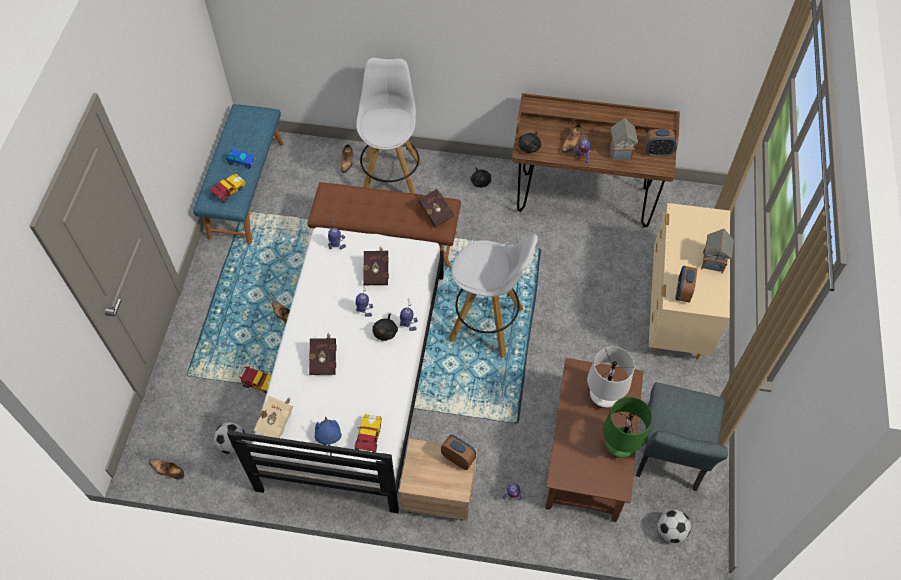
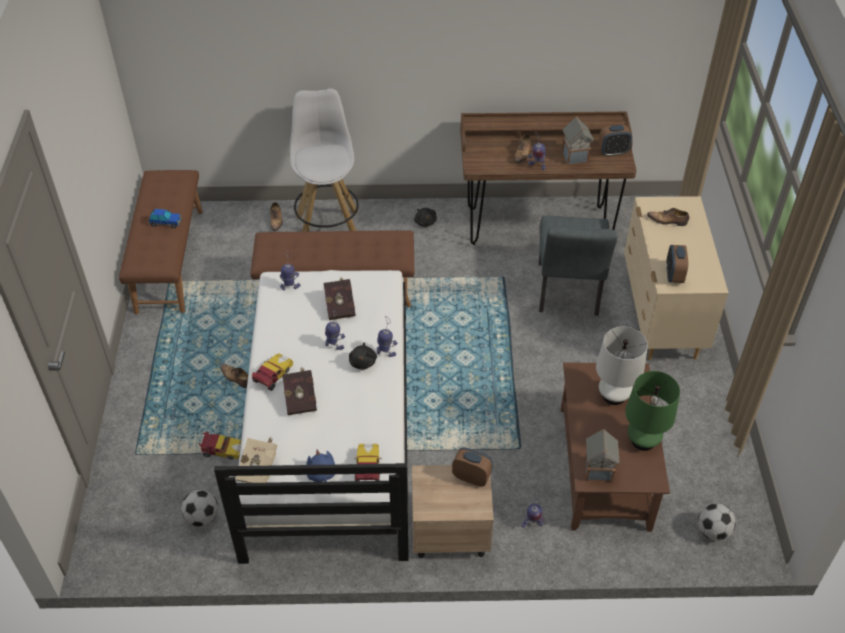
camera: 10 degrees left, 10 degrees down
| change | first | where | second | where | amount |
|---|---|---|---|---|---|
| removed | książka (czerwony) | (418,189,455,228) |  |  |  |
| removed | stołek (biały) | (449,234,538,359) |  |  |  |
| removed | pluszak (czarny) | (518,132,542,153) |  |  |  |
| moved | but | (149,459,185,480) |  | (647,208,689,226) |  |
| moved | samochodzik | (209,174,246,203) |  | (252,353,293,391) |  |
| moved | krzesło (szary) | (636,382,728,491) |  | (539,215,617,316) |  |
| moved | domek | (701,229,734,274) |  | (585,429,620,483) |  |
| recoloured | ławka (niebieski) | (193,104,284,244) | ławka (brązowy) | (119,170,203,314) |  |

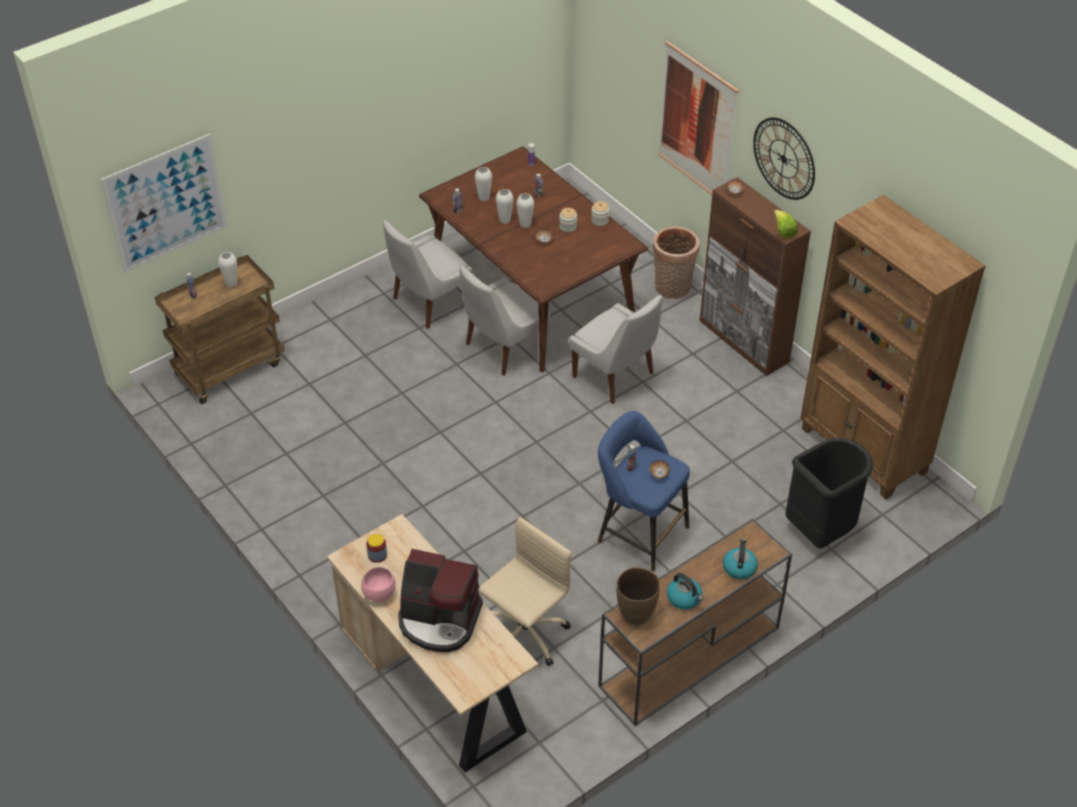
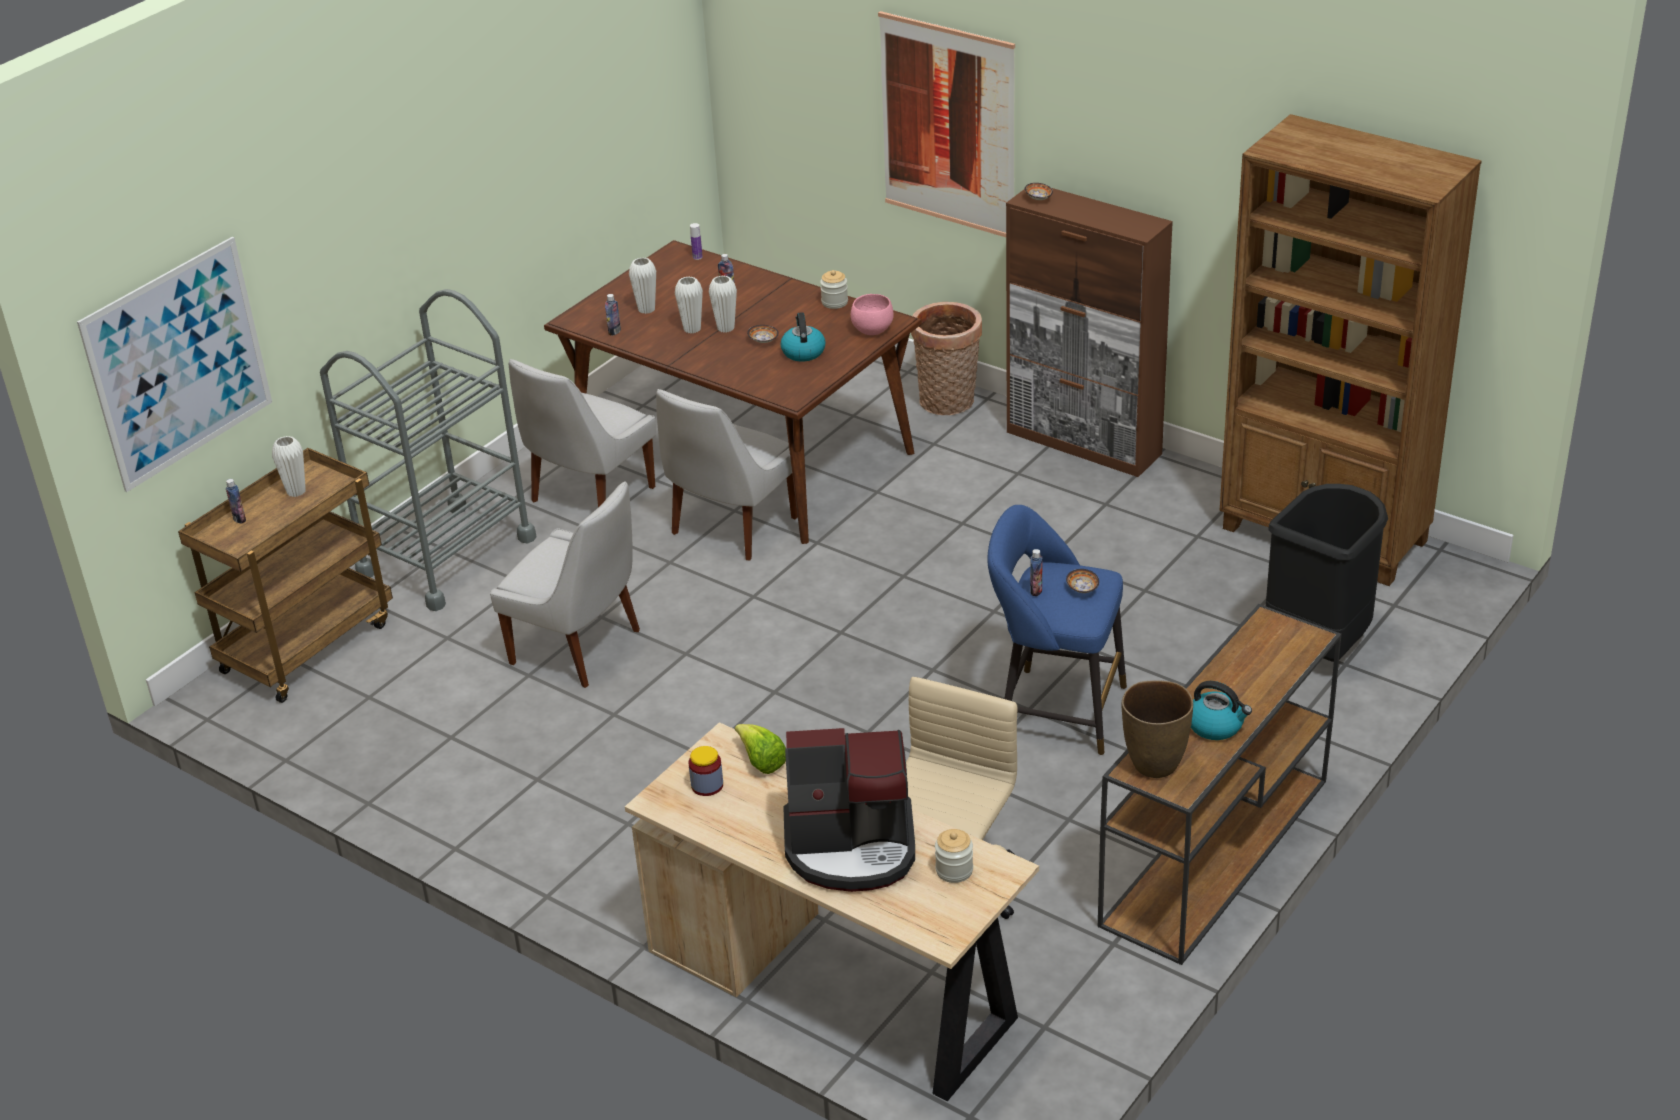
camera: 15 degrees left, 10 degrees down
| change | first | where | second | where | amount |
|---|---|---|---|---|---|
| removed | zegar ścienny | (753,117,815,200) |  |  |  |
| added |  |  | wózek (szary) | (320,289,536,611) |  |
| moved | miska (różowy) | (361,567,396,602) |  | (851,294,894,335) |  |
| moved | słoik | (559,208,577,233) |  | (935,829,973,883) |  |
| moved | krzesło (biały) | (569,295,663,404) |  | (490,481,640,688) |  |
| moved | czajnik | (723,539,758,579) |  | (781,312,825,362) |  |
| moved | sałata | (774,210,798,239) |  | (735,724,786,774) |  |

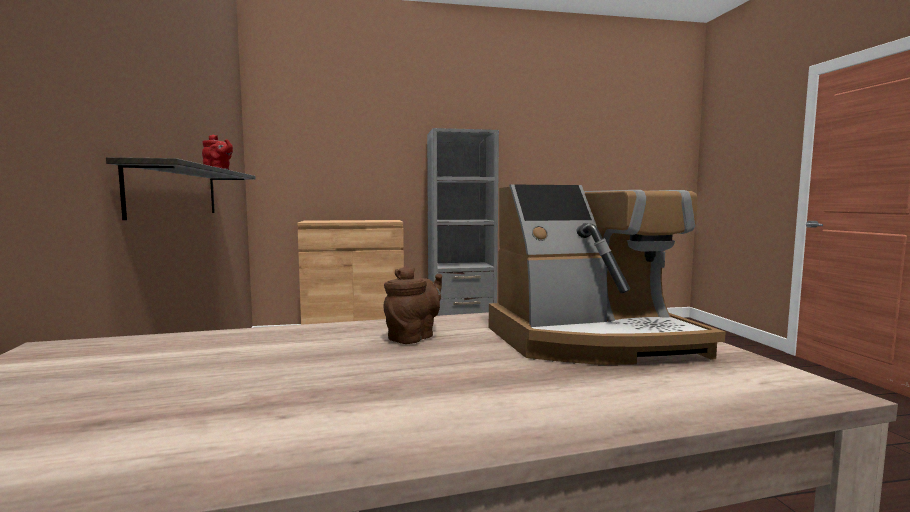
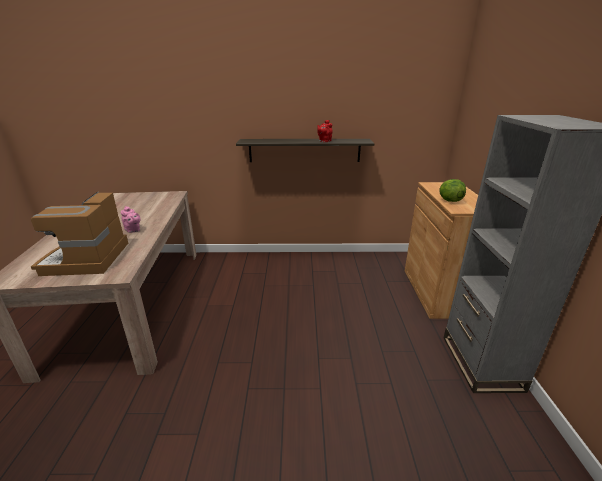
camera: 100 degrees right, 20 degrees up
| change | first | where | second | where | amount |
|---|---|---|---|---|---|
| added |  |  | sałata | (440,179,466,202) |  |
| recoloured | imbryk (brązowy) | (383,267,442,344) | imbryk (różowy) | (121,206,141,233) |  |

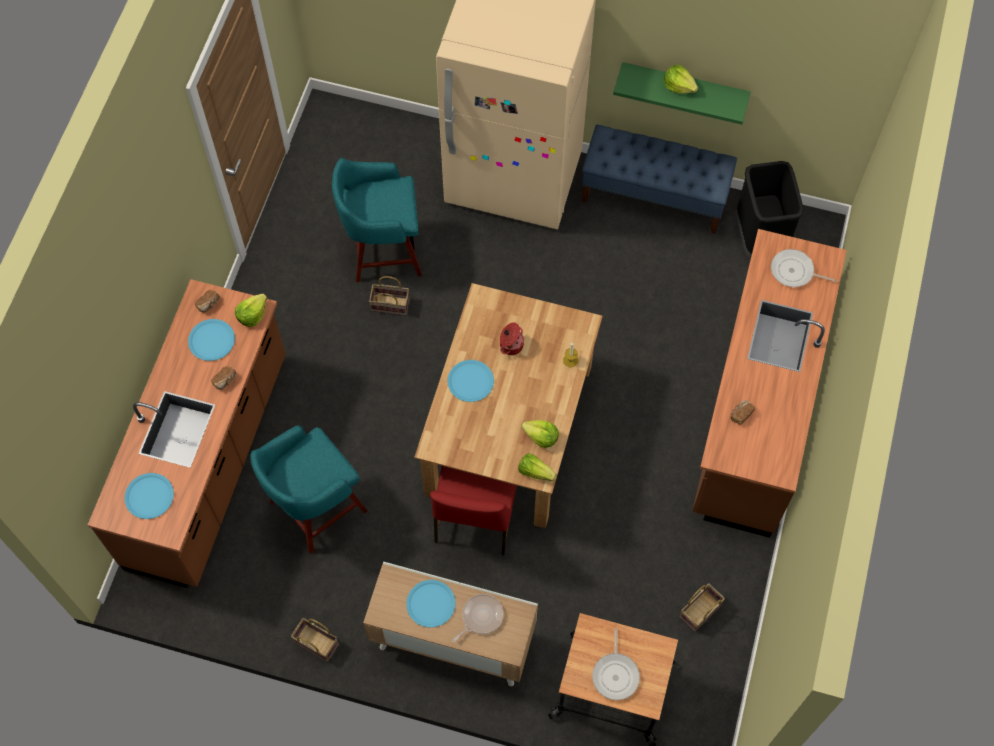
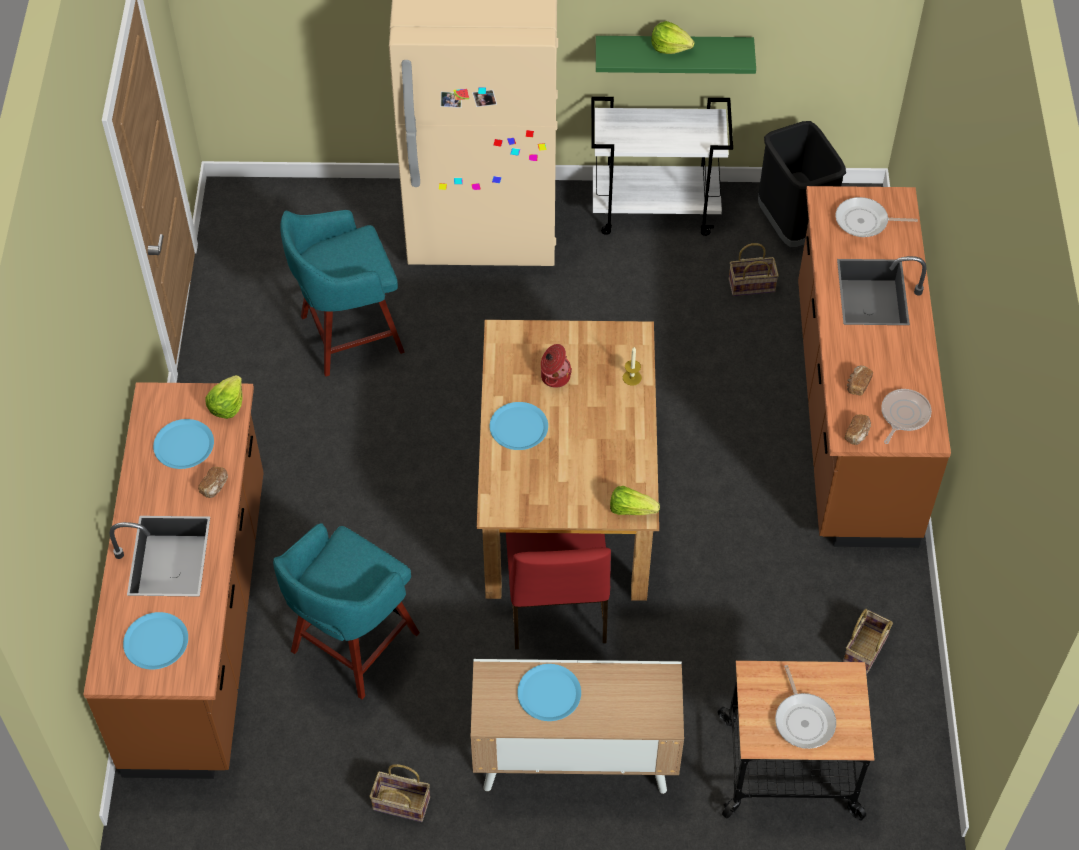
camera: 15 degrees left, 10 degrees down
| change | first | where | second | where | amount |
|---|---|---|---|---|---|
| removed | sałata | (521,420,559,448) |  |  |  |
| moved | chleb | (195,290,220,313) |  | (845,414,871,445) |  |
| moved | koszyk | (369,276,409,316) |  | (729,243,779,296) |  |
| moved | patelnia | (452,594,504,643) |  | (881,389,932,444) |  |
| replaced | ławka (niebieski) | (582,125,737,234) | wózek (biały) | (591,96,733,236) |  |

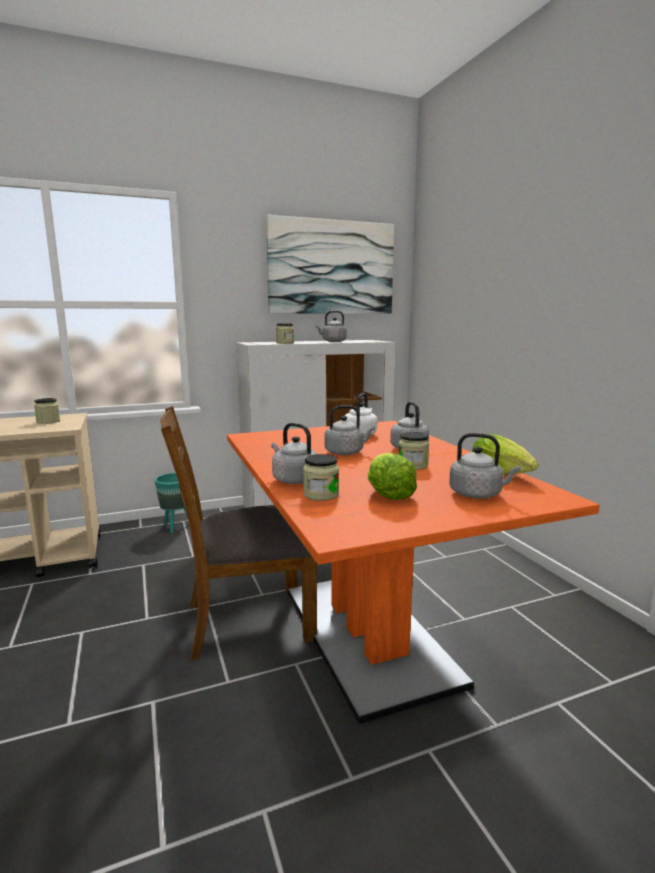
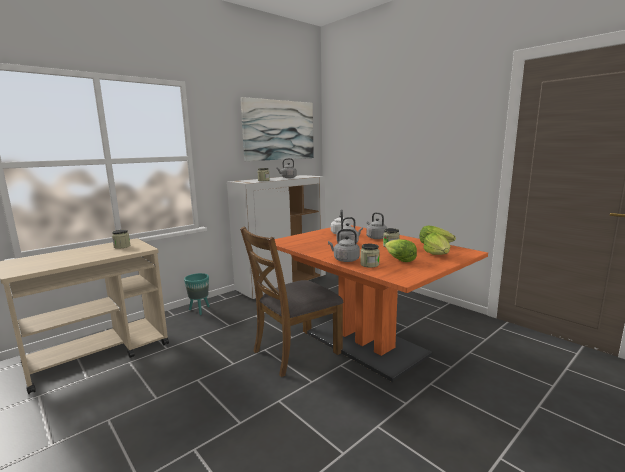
camera: 20 degrees left, 0 degrees up
| change | first | where | second | where | amount |
|---|---|---|---|---|---|
| replaced | czajnik (szary) | (449,433,521,499) | sałata | (423,232,450,255) |  |

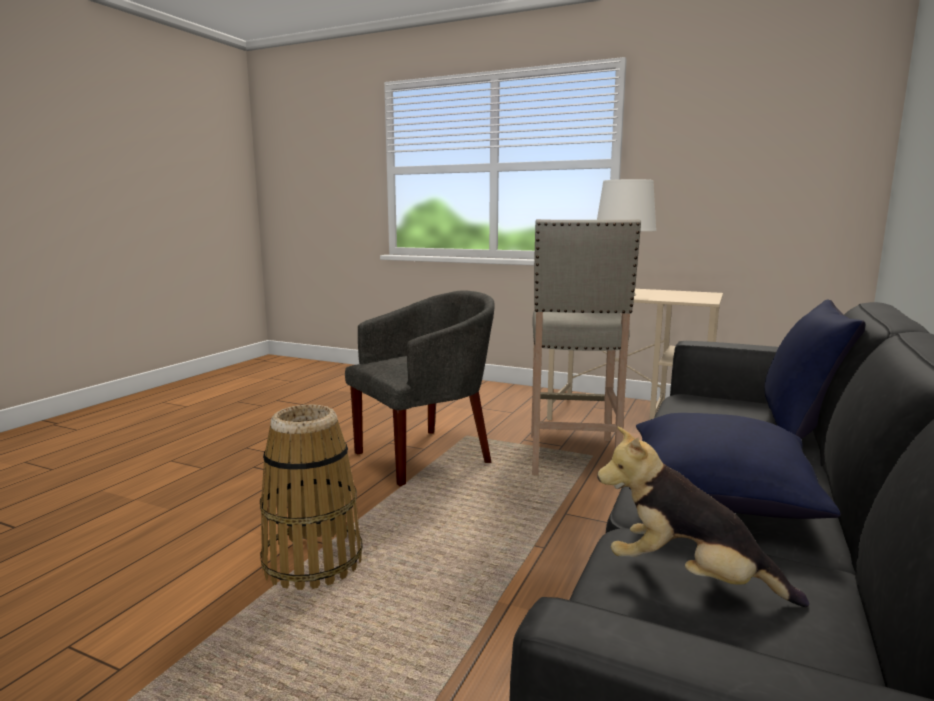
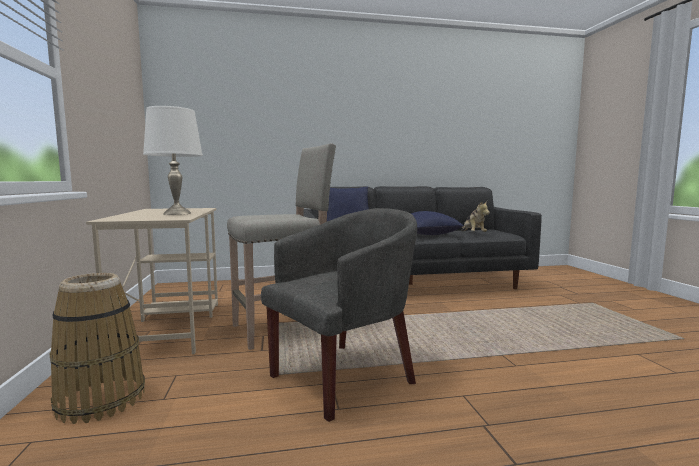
camera: 125 degrees left, 5 degrees down
| change | first | where | second | where | amount |
|---|---|---|---|---|---|
| moved | koszyk | (260,405,363,590) |  | (49,273,145,424) |  |
| turned | fotel (szary) | (345,290,495,487) |  | (261,208,417,422) | 120 degrees clockwise |

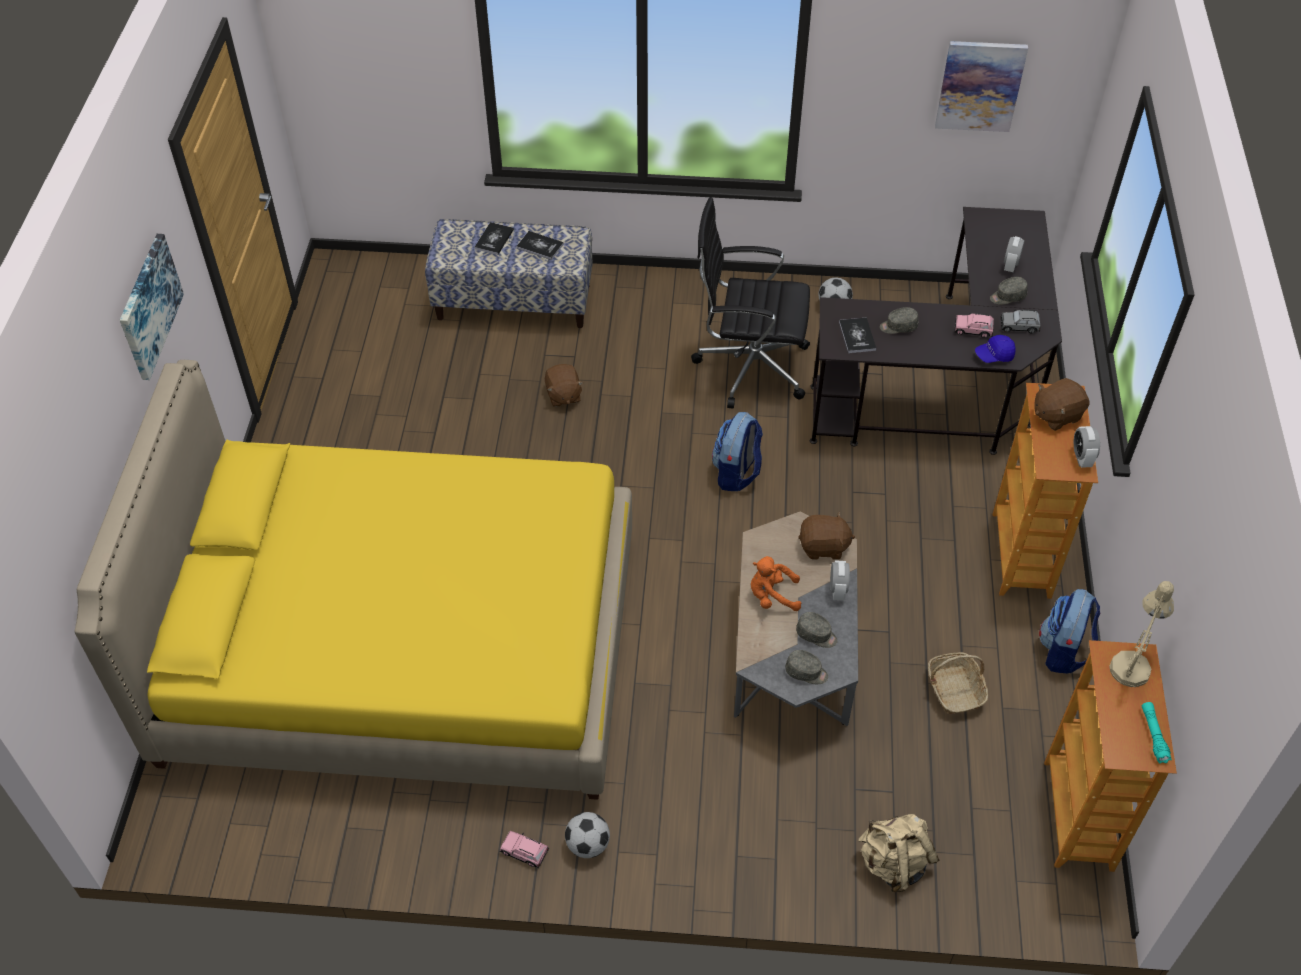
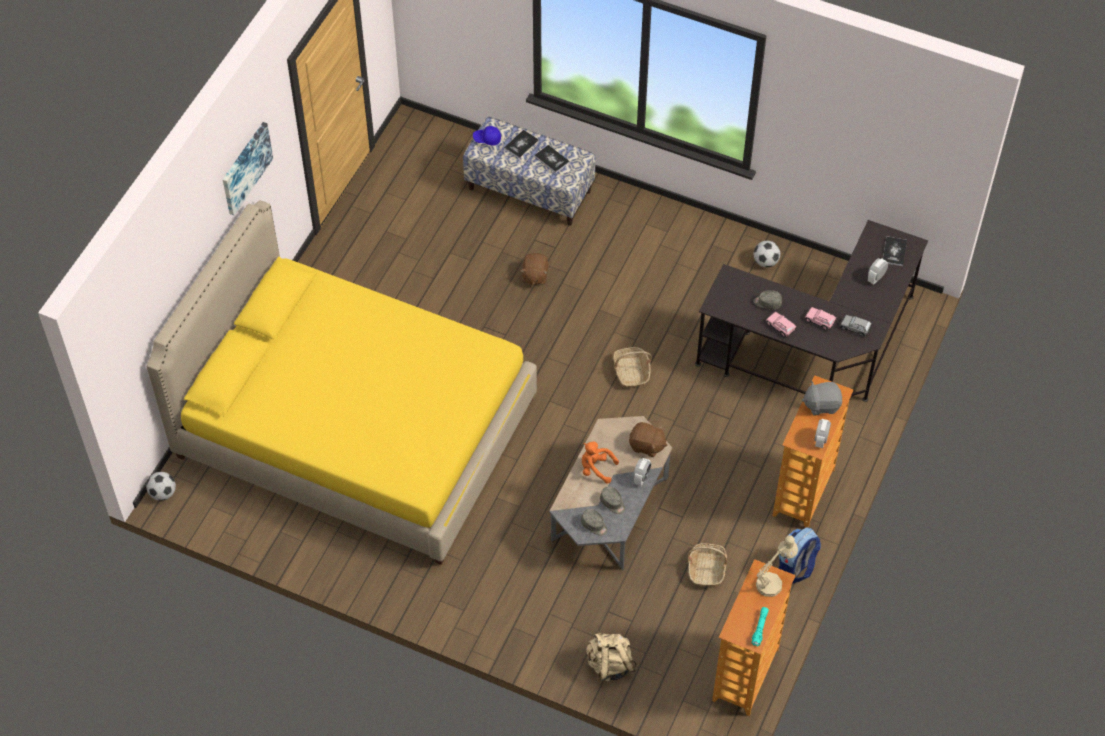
camera: 20 degrees right, 5 degrees up
| change | first | where | second | where | amount |
|---|---|---|---|---|---|
| removed | krzesło biurowe (czarny) | (691,197,810,408) |  |  |  |
| removed | obraz | (935,41,1028,132) |  |  |  |
| removed | czapka z daszkiem (szary) | (990,277,1028,305) |  |  |  |
| moved | samochodzik (różowy) | (500,831,549,868) |  | (766,312,796,338) |  |
| moved | piłka futbolowa | (565,812,610,858) |  | (146,472,176,501) |  |
| moved | książka | (839,317,876,353) |  | (883,236,907,266) |  |
| moved | czapka z daszkiem (niebieski) | (975,335,1016,363) |  | (473,126,501,146) |  |
| replaced | plecak | (712,412,763,491) | koszyk | (613,347,652,387) |  |
| recoloured | pluszak (brązowy) | (1034,378,1089,431) | pluszak (szary) | (802,381,842,415) |  |

